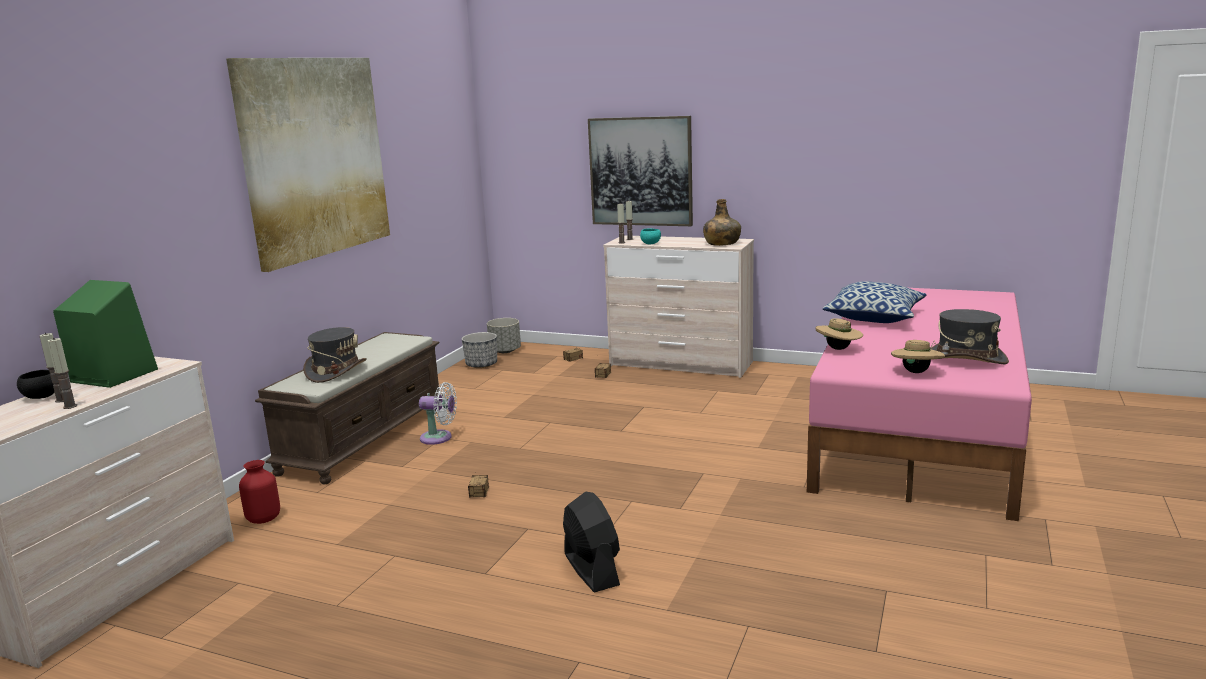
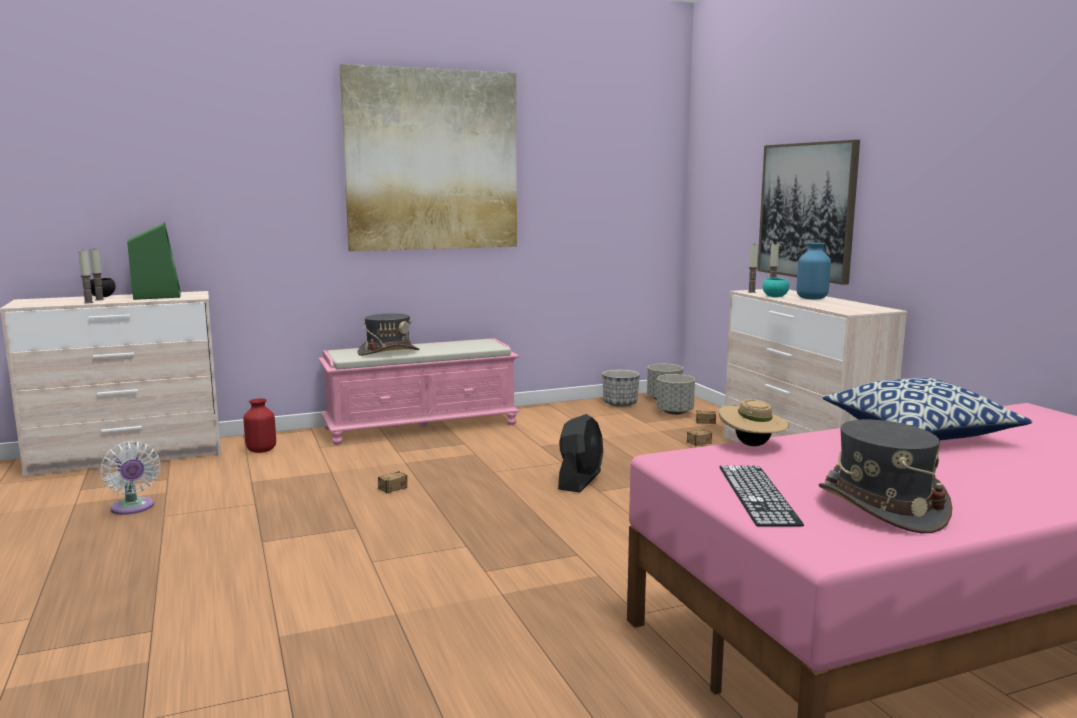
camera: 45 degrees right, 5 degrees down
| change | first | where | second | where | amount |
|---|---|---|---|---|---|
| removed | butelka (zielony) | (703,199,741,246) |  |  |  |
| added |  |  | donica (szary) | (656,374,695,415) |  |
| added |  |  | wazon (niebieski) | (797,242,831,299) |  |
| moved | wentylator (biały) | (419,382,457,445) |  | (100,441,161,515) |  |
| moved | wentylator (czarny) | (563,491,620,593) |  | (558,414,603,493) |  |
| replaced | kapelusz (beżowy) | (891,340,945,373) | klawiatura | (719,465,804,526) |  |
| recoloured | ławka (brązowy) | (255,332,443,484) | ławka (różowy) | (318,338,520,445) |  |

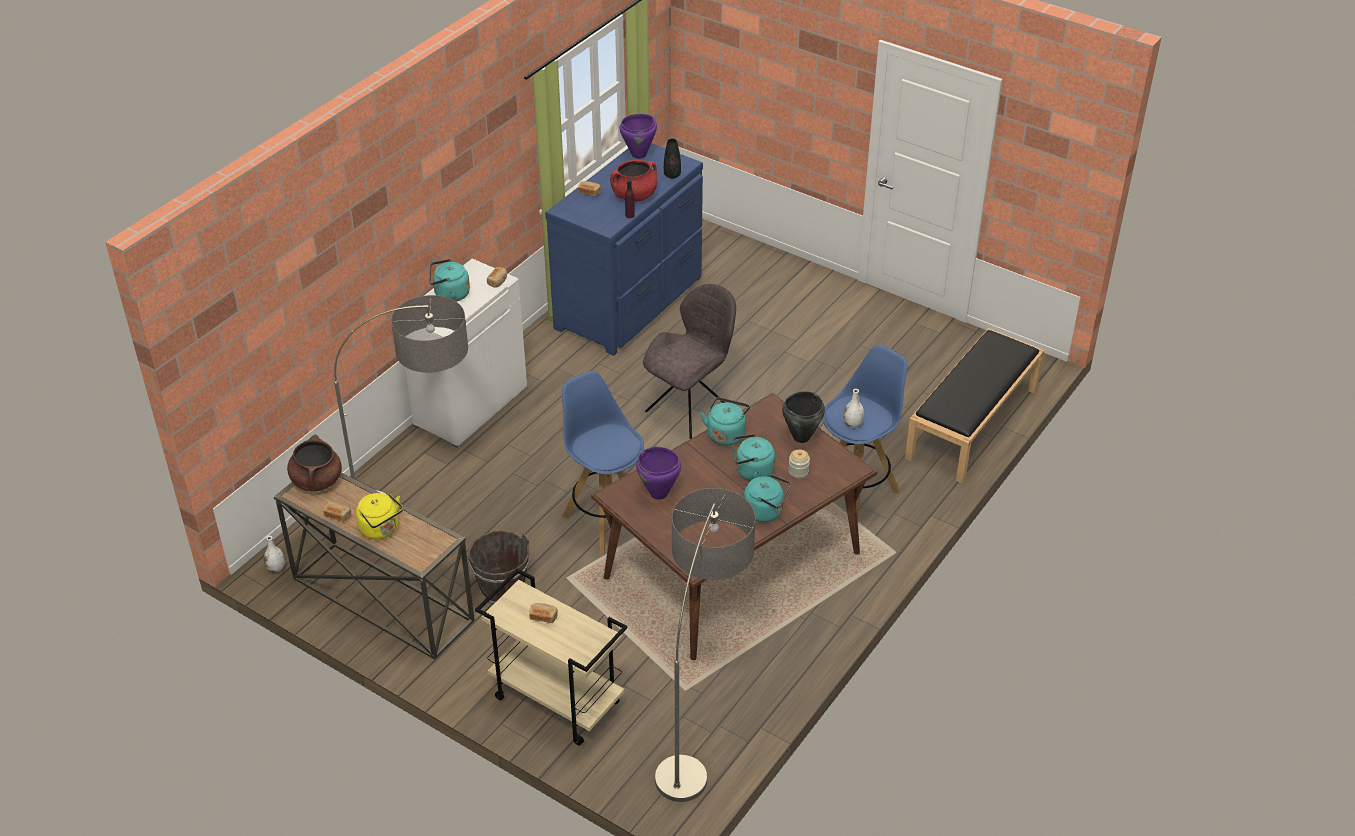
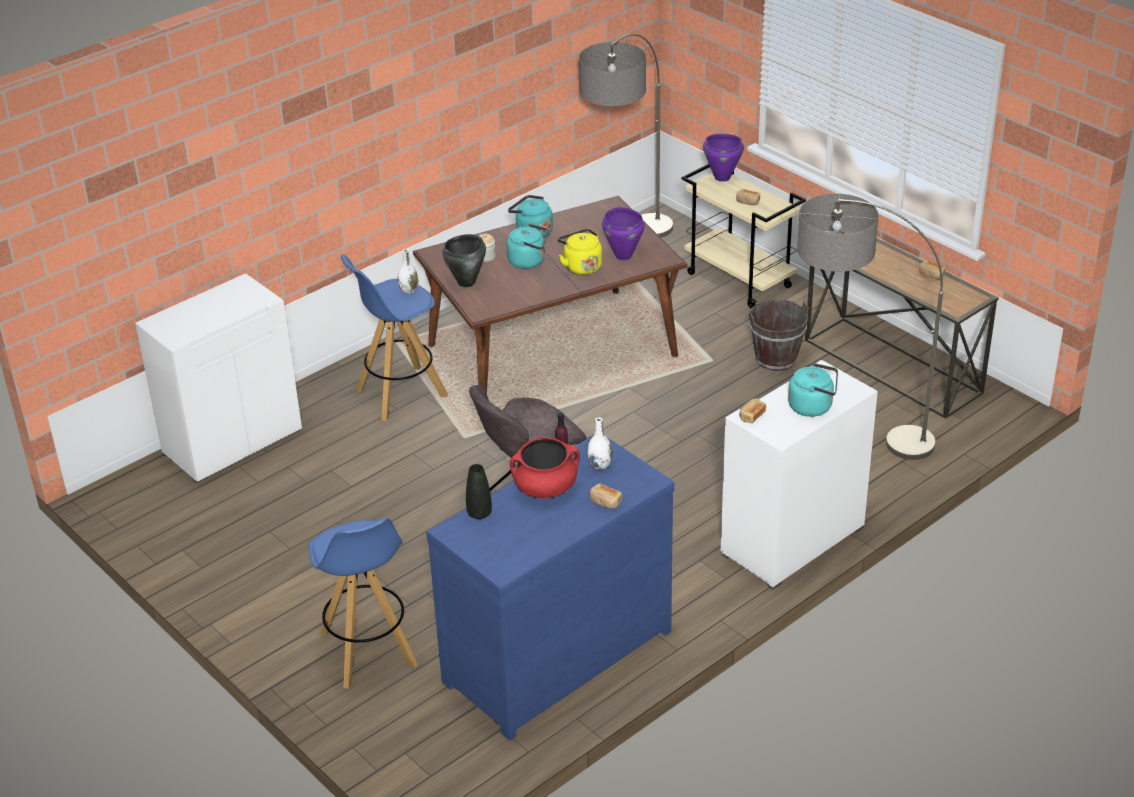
camera: 165 degrees left, 5 degrees down
| change | first | where | second | where | amount |
|---|---|---|---|---|---|
| removed | garnek (brązowy) | (287,434,342,492) |  |  |  |
| removed | czajnik (turkusowy) | (700,397,750,446) |  |  |  |
| moved | wazon (biały) | (264,536,285,573) |  | (587,417,613,470) |  |
| moved | czajnik (żółty) | (356,493,403,539) |  | (558,228,602,275) |  |
| moved | stołek (niebieski) | (562,371,644,556) |  | (309,518,417,689) |  |
| moved | garnek (fioletowy) | (619,114,657,159) |  | (703,134,744,182) |  |
| replaced | ławka (czarny) | (905,328,1044,483) | szafka (biały) | (135,273,302,484) |  |

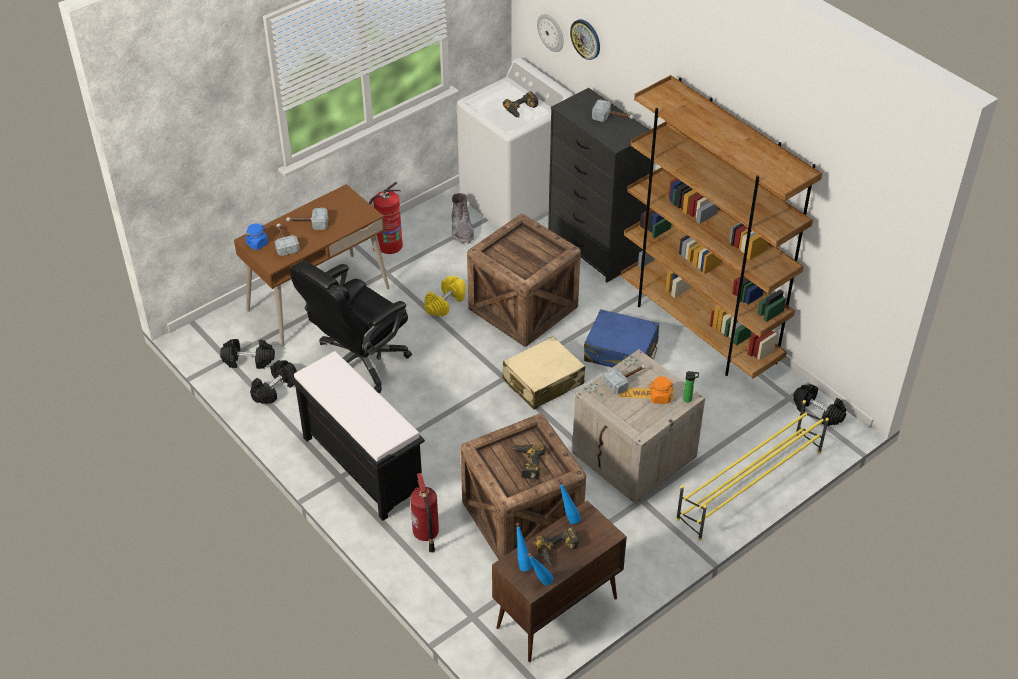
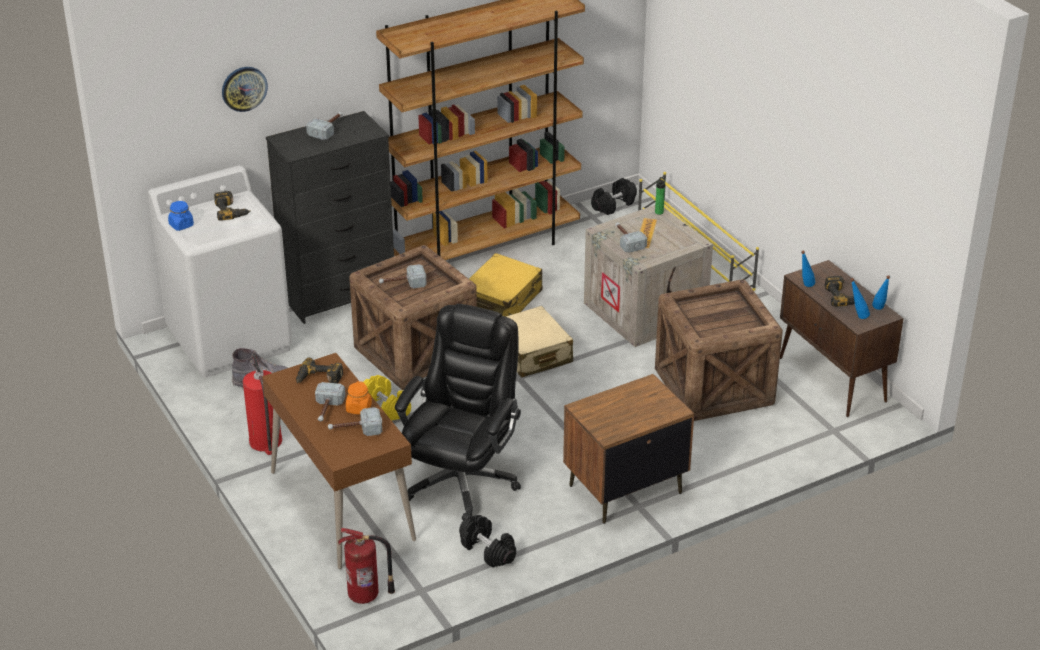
camera: 80 degrees left, 10 degrees down
| change | first | where | second | where | amount |
|---|---|---|---|---|---|
| removed | hantel (czarny) | (220,339,275,369) |  |  |  |
| removed | zegar ścienny | (537,14,564,52) |  |  |  |
| added |  |  | młotek | (379,264,427,288) |  |
| moved | słoik (niebieski) | (245,224,268,250) |  | (168,201,194,231) |  |
| moved | gaśnica | (410,473,439,553) |  | (338,528,395,604) |  |
| moved | wiertarka | (512,444,545,479) |  | (296,358,343,383) |  |
| moved | słoik (pomarańczowy) | (648,376,674,404) |  | (346,381,372,415) |  |
| replaced | ławka (czarny) | (290,351,425,521) | szafka nocna (brązowy) | (563,374,694,524) |  |
| recoloured | walizka (niebieski) | (584,309,659,368) | walizka (żółty) | (469,253,542,317) |  |
| turned | krzesło biurowe (czarny) | (290,261,412,393) |  | (395,304,521,520) | 120 degrees counterclockwise |

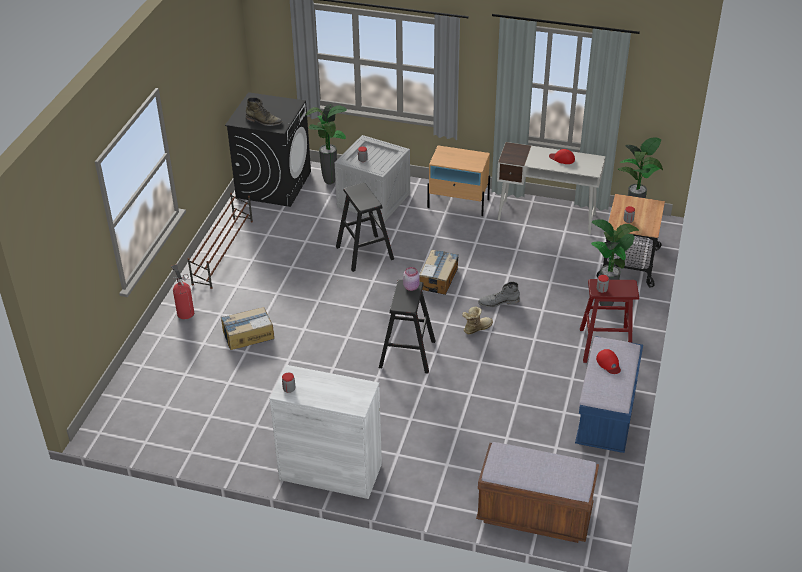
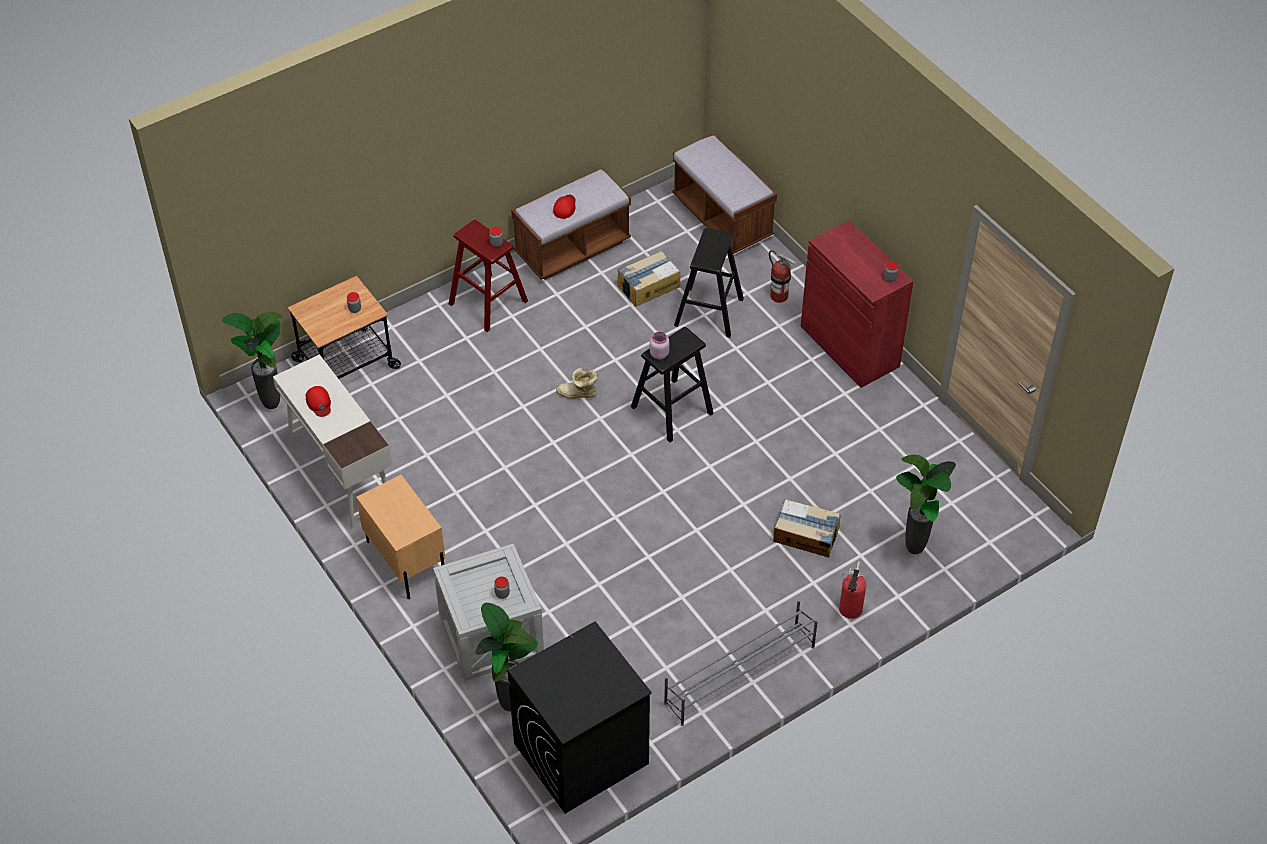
camera: 140 degrees left, 10 degrees up
| change | first | where | second | where | amount |
|---|---|---|---|---|---|
| removed | but z cholewką (zielony) | (246,97,283,126) |  |  |  |
| removed | but z cholewką (szary) | (478,282,520,307) |  |  |  |
| added |  |  | gaśnica | (769,250,797,303) |  |
| moved | stołek (czarny) | (336,183,394,272) |  | (674,228,744,338) |  |
| moved | karton | (419,250,459,295) |  | (617,251,680,307) |  |
| moved | roślina doniczkowa | (591,219,639,306) |  | (896,454,956,554) |  |
| recoloured | regał na buty (brązowy) | (187,193,253,289) | regał na buty (szary) | (664,599,818,726) |  |
| recoloured | szafka (biały) | (270,365,382,499) | szafka (czerwony) | (801,220,913,388) |  |
| recoloured | ławka (niebieski) | (575,336,643,453) | ławka (brązowy) | (511,168,631,280) |  |

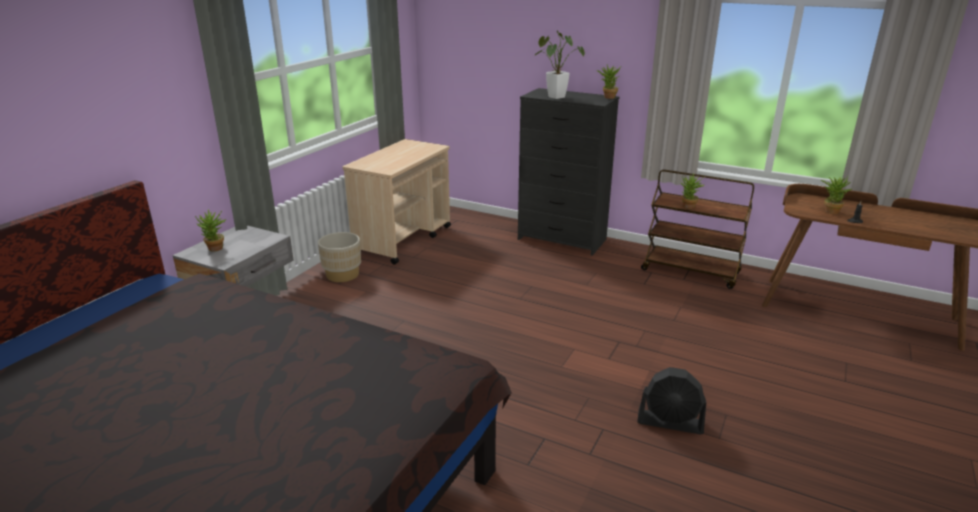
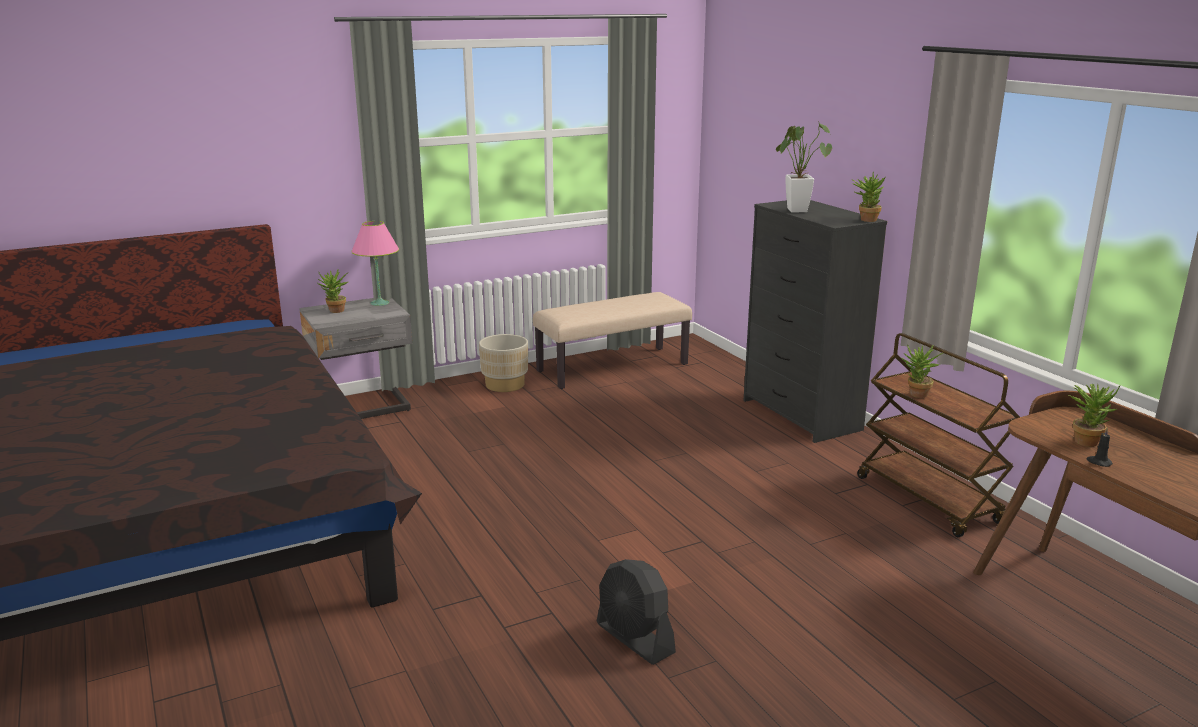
camera: 35 degrees right, 5 degrees down
| change | first | where | second | where | amount |
|---|---|---|---|---|---|
| added |  |  | lampa stołowa (różowy) | (351,221,399,306) |  |
| replaced | wózek (beżowy) | (342,139,451,264) | ławka (beżowy) | (533,292,692,389) |  |

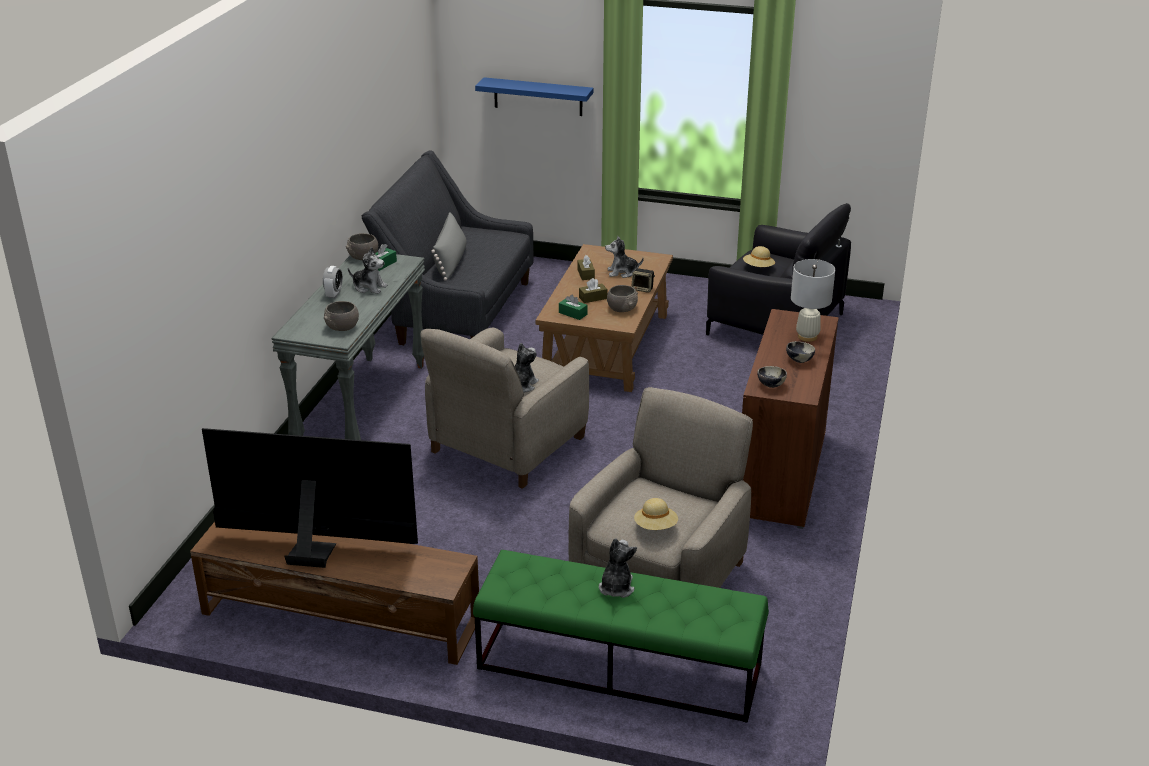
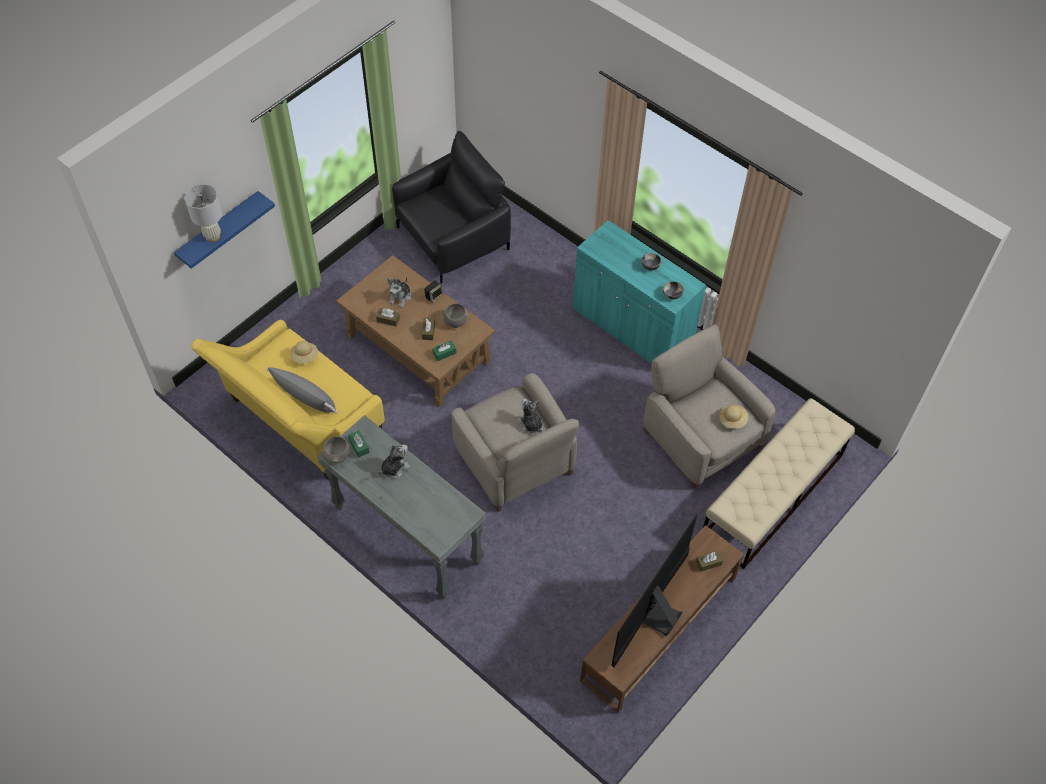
camera: 65 degrees left, 25 degrees up
| change | first | where | second | where | amount |
|---|---|---|---|---|---|
| removed | budzik | (323,266,343,298) |  |  |  |
| removed | miska (szary) | (324,301,359,331) |  |  |  |
| removed | pluszak | (599,538,637,598) |  |  |  |
| added |  |  | pudełko chusteczek (brązowy) | (696,550,723,572) |  |
| moved | kapelusz (beżowy) | (743,246,775,267) |  | (290,341,318,364) |  |
| moved | lampa stołowa (biały) | (791,259,835,342) |  | (185,184,222,242) |  |
| recoloured | kanapa (szary) | (361,151,534,345) | kanapa (żółty) | (191,320,385,480) |  |
| recoloured | ławka (zielony) | (473,550,769,723) | ławka (beżowy) | (703,398,855,569) |  |
| recoloured | szafka (brązowy) | (742,309,839,529) | szafka (turkusowy) | (573,220,706,364) |  |

